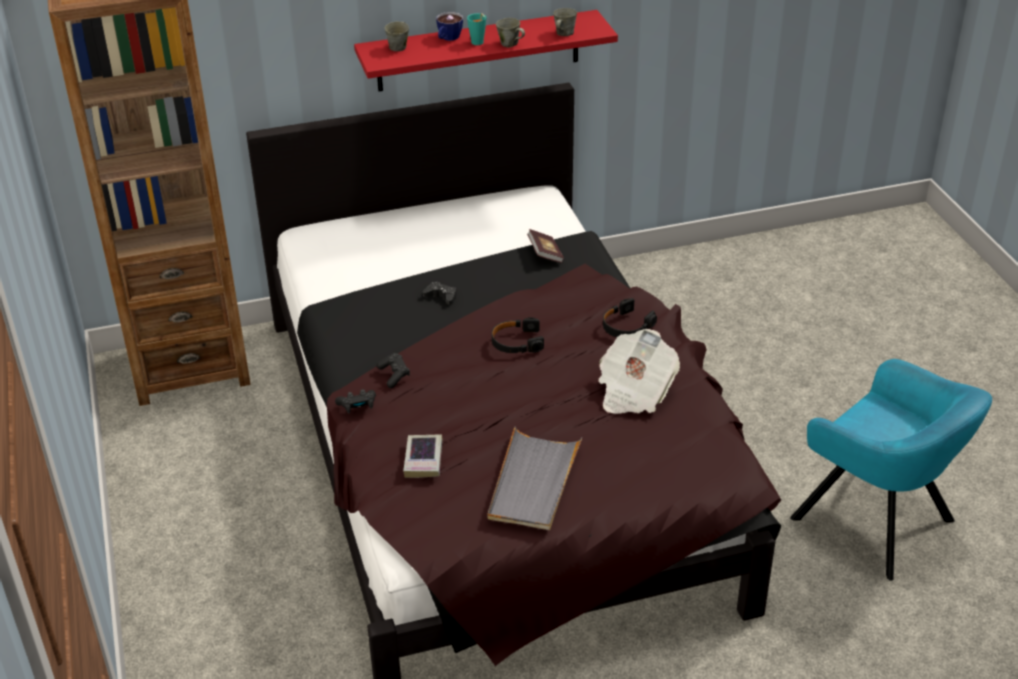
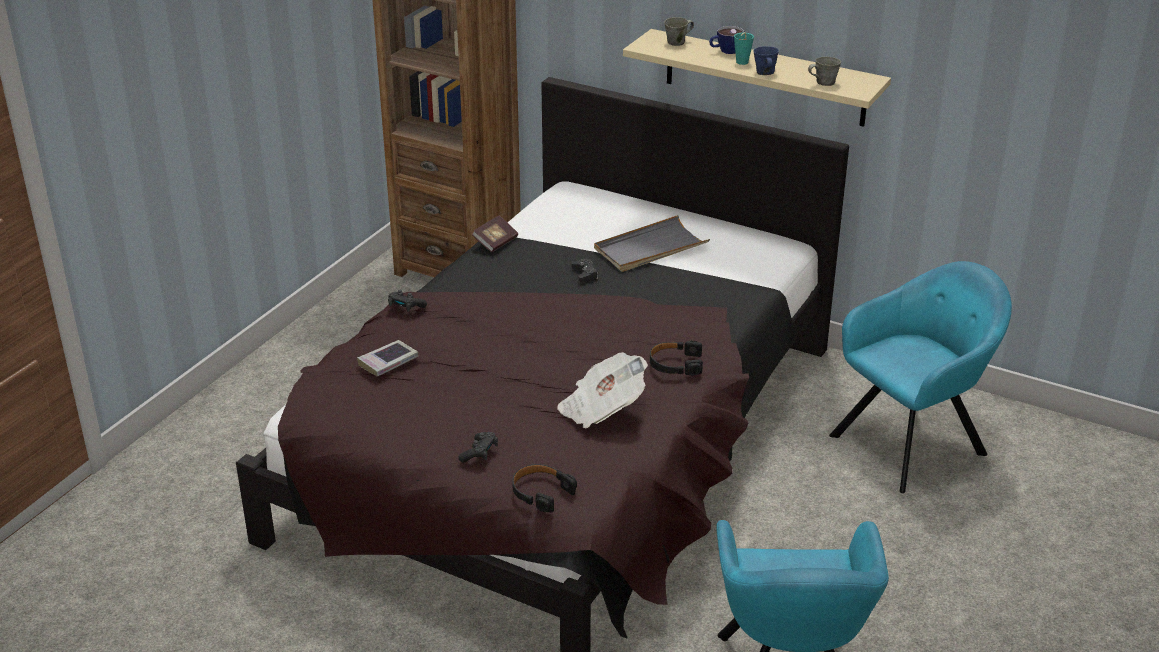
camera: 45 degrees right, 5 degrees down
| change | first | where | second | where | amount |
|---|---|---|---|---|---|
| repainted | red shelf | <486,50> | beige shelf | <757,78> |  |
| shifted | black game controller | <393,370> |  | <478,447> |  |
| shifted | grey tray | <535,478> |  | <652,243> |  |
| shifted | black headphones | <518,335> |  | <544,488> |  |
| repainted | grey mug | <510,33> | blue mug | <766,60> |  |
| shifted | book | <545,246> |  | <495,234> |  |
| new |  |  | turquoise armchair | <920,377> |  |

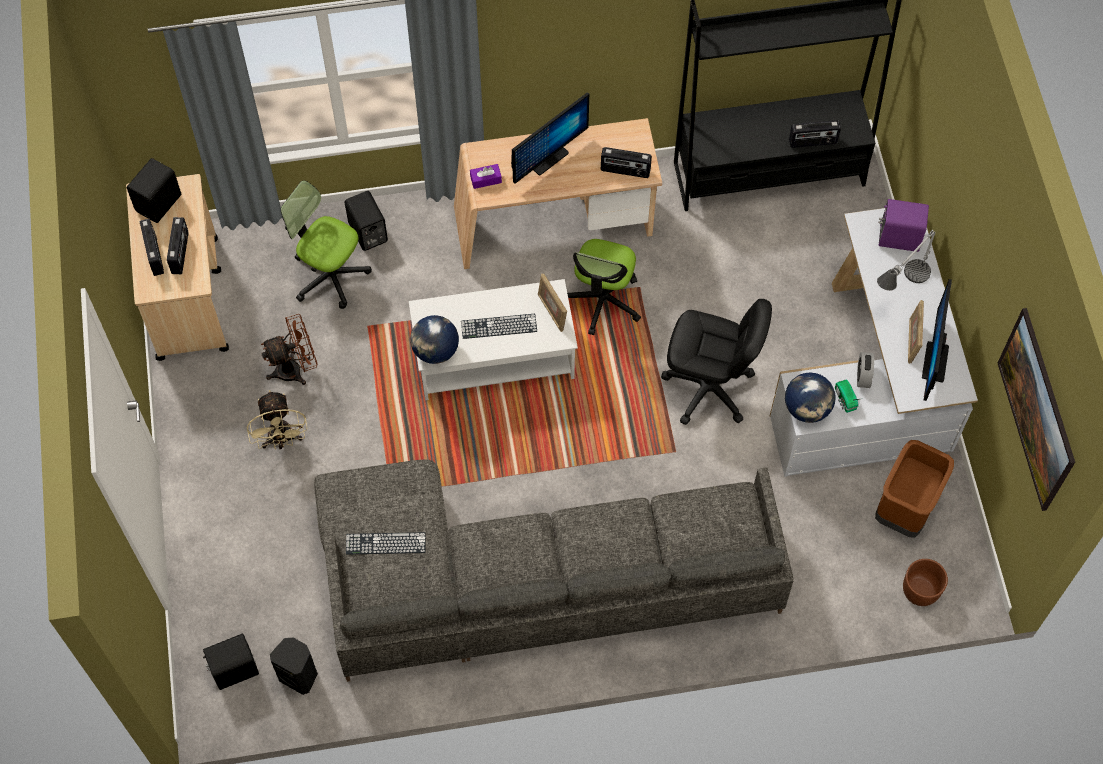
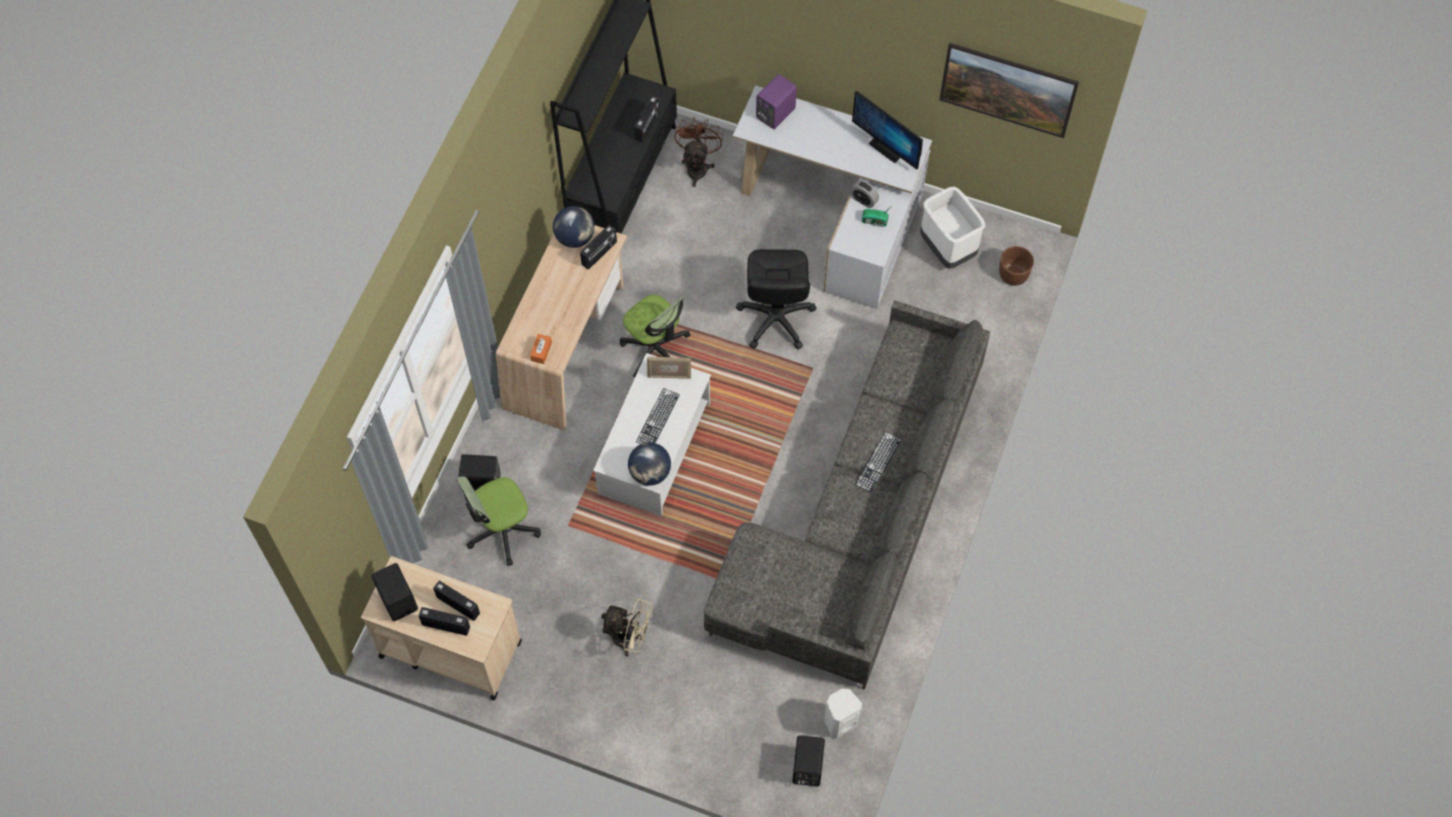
camera: 60 degrees left, 0 degrees up
| change | first | where | second | where | amount |
|---|---|---|---|---|---|
| shifted | brown fan | <289,349> |  | <698,152> |  |
| repainted | black speaker | <294,666> | white speaker | <843,714> |  |
| shifted | keyboard | <386,543> |  | <878,462> |  |
| repainted | purple tissue box | <486,176> | orange tissue box | <541,349> |  |
| gone | monitor | <550,138> |  |  |  |
| rotated | black office chair | <716,362> |  | <776,299> | 135 degrees clockwise |
| shifted | globe | <810,398> |  | <574,227> |  |
| repainted | brown trash can | <914,489> | white trash can | <952,228> |  |
| gone | table lamp | <906,260> |  |  |  |
| gone | picture frame | <916,332> |  |  |  |

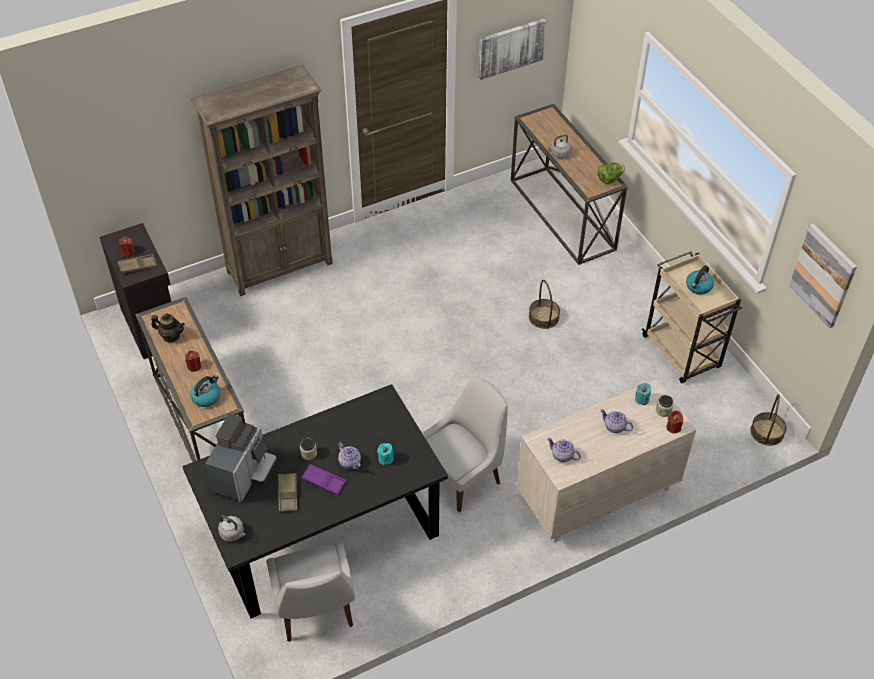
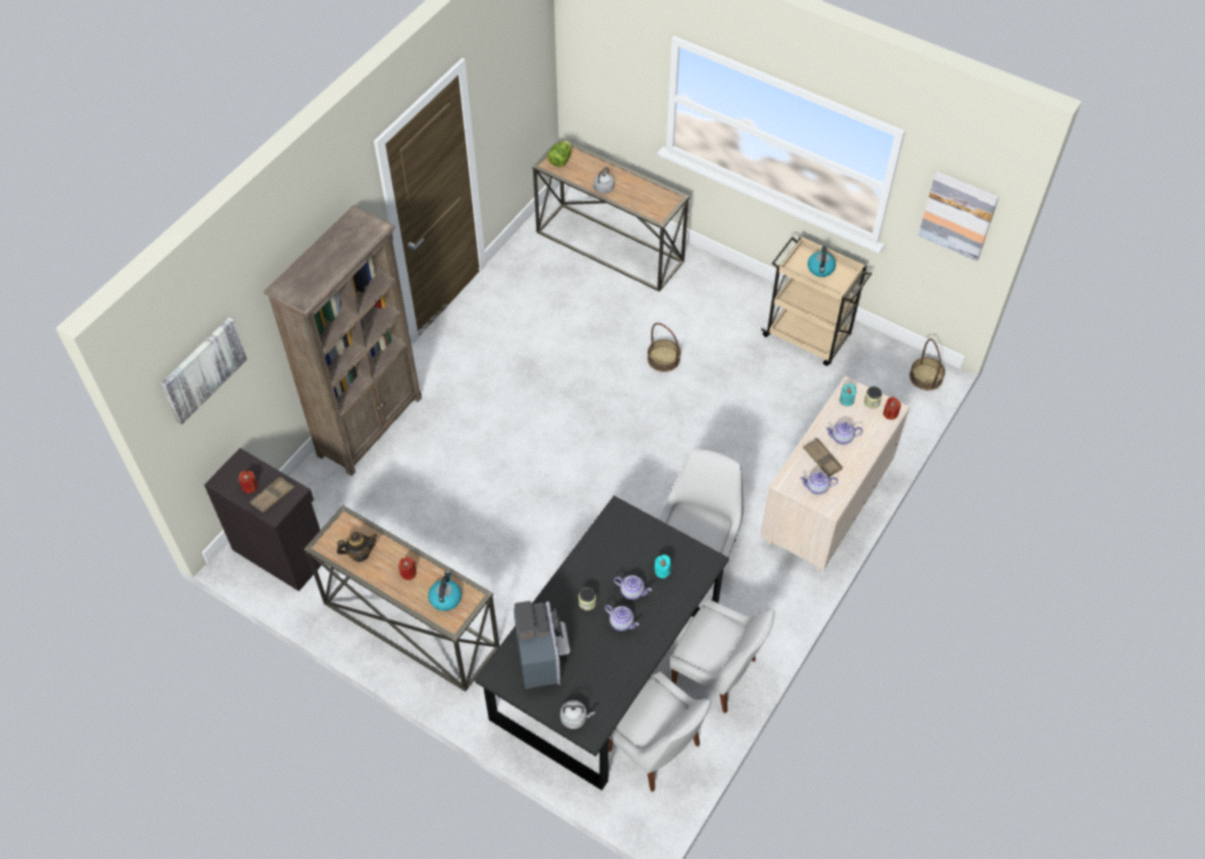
camera: 30 degrees left, 5 degrees up
| change | first | where | second | where | amount |
|---|---|---|---|---|---|
| shifted | brown tray | <287,492> |  | <823,457> |  |
| swapped | purple tray | <324,479> | teapot | <622,618> |  |
| shifted | picture | <512,49> |  | <204,371> |  |
| shifted | lettuce | <611,173> |  | <559,154> |  |
| new |  |  | white chair | <722,655> |  |

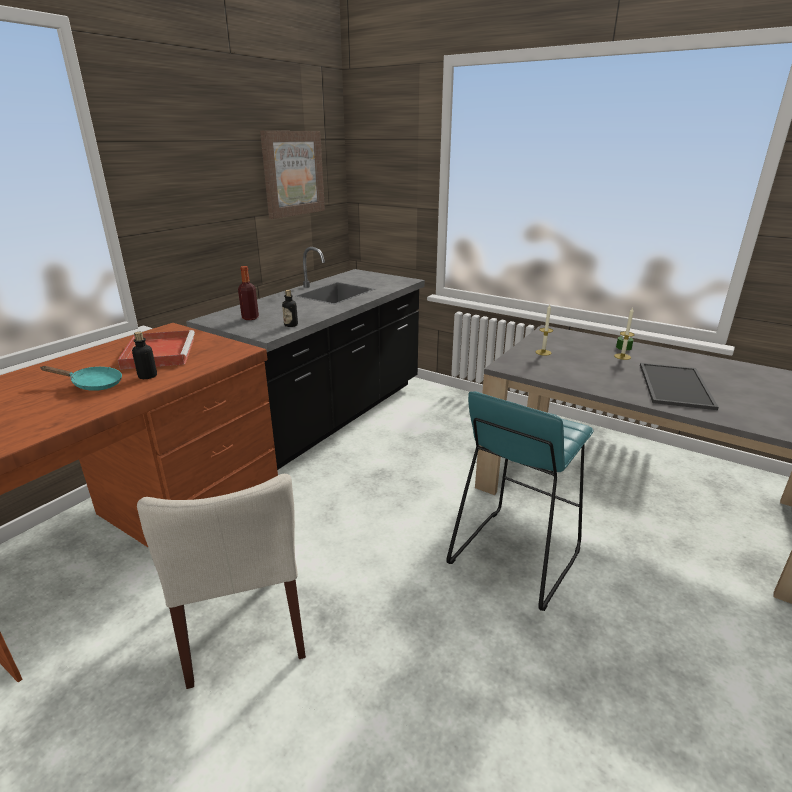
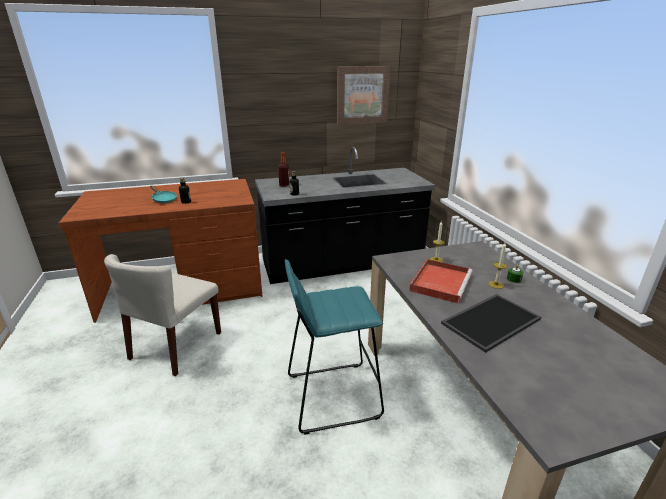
camera: 40 degrees right, 0 degrees up
| change | first | where | second | where | amount |
|---|---|---|---|---|---|
| shifted | red tray | <156,350> |  | <441,281> |  |

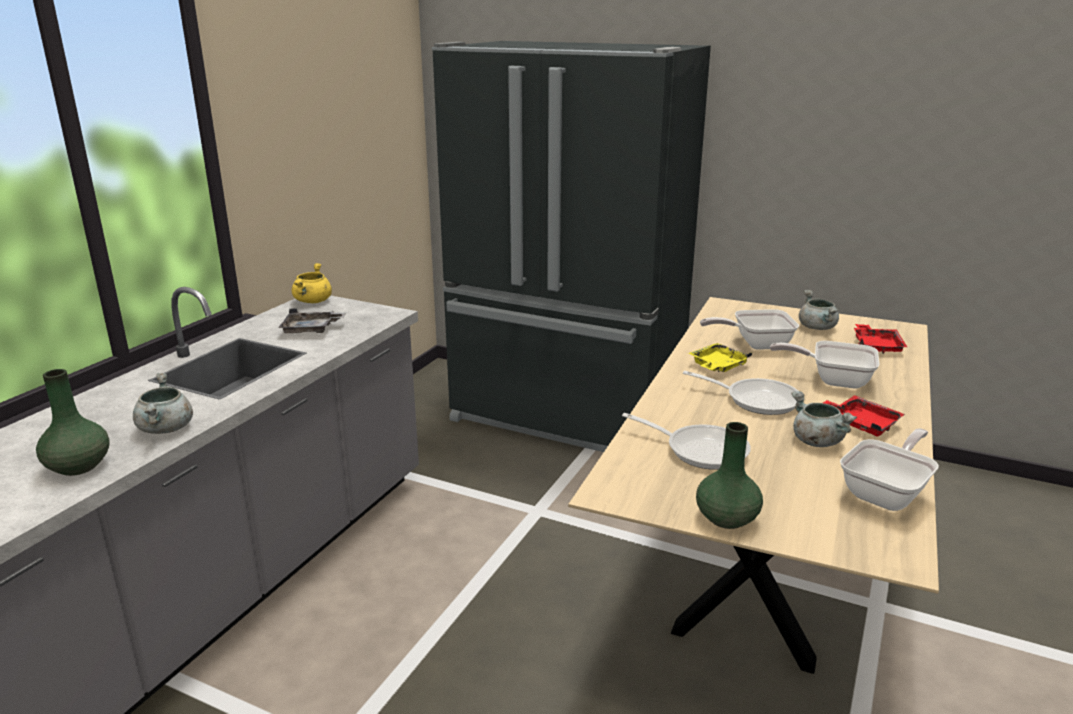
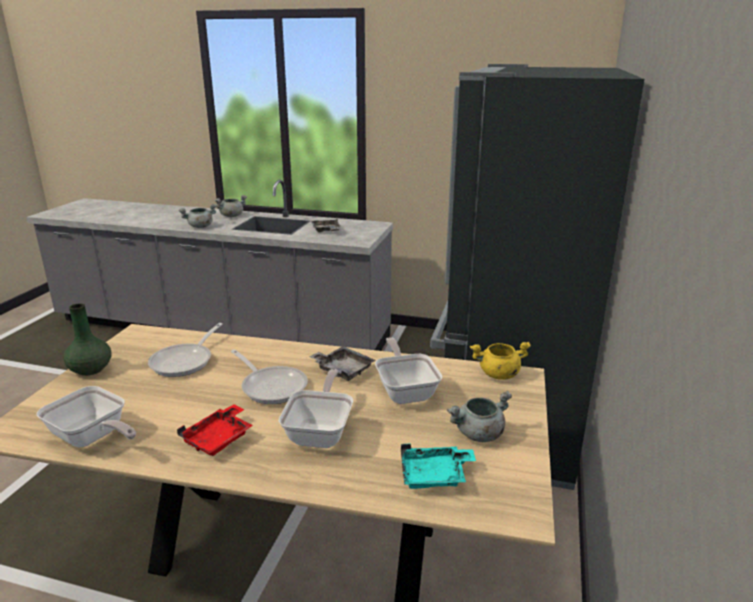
camera: 80 degrees right, 0 degrees up
| change | first | where | second | where | amount |
|---|---|---|---|---|---|
| gone | green vase | <72,422> |  |  |  |
| shifted | yellow cooking pot | <312,283> |  | <500,361> |  |
| rotated | frying pan | <740,393> |  | <269,376> | 60 degrees counterclockwise |
| repainted | yellow tray | <720,357> | grey tray | <342,363> |  |
| shifted | grey cooking pot | <824,419> |  | <231,206> |  |
| repainted | red tray | <880,339> | turquoise tray | <438,466> |  |

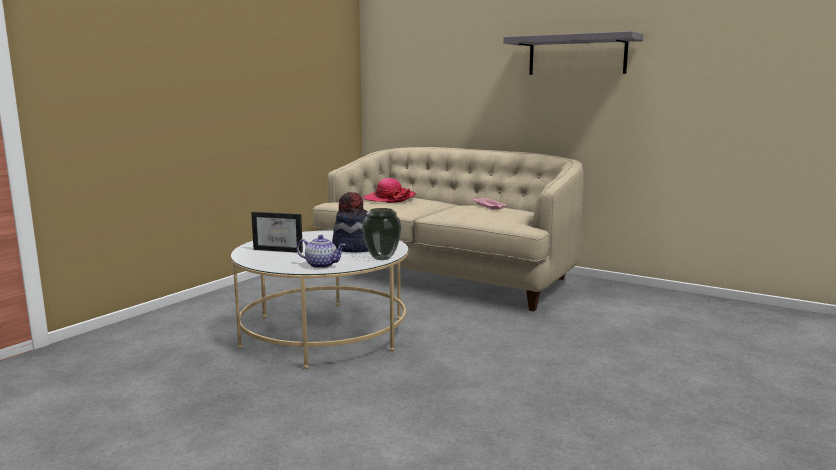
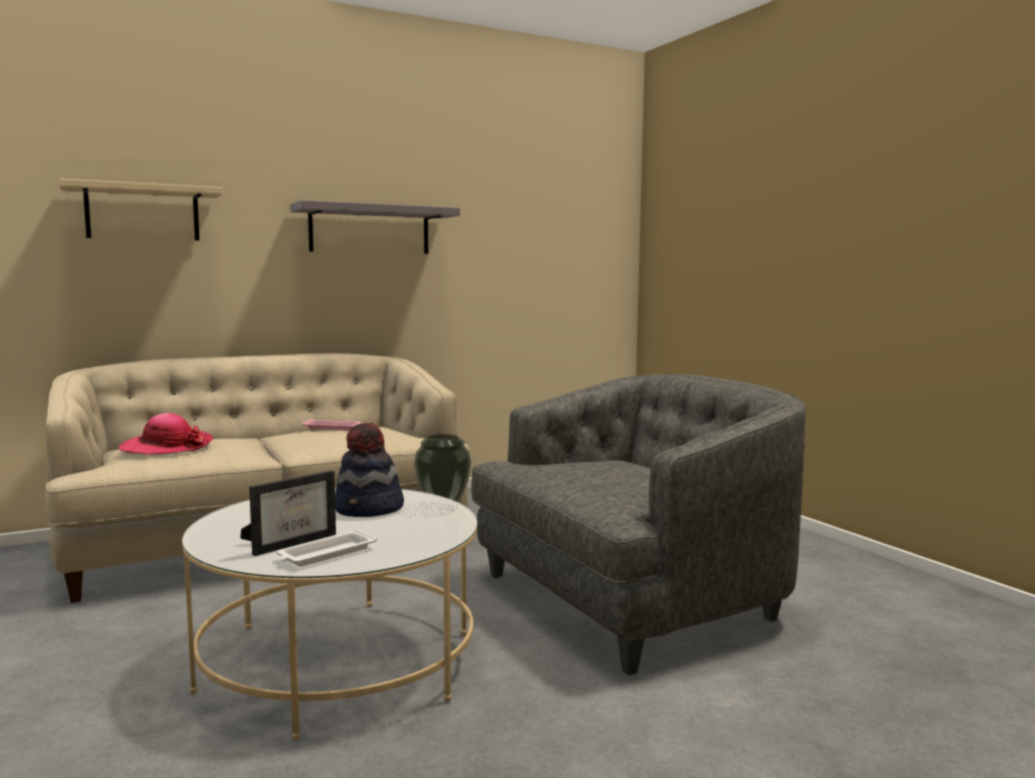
camera: 60 degrees left, 5 degrees down
| change | first | where | second | where | amount |
|---|---|---|---|---|---|
| gone | teapot | <321,251> |  |  |  |
| new |  |  | beige shelf | <141,210> |  |
| new |  |  | white tray | <326,548> |  |
| new |  |  | grey armchair | <638,524> |  |

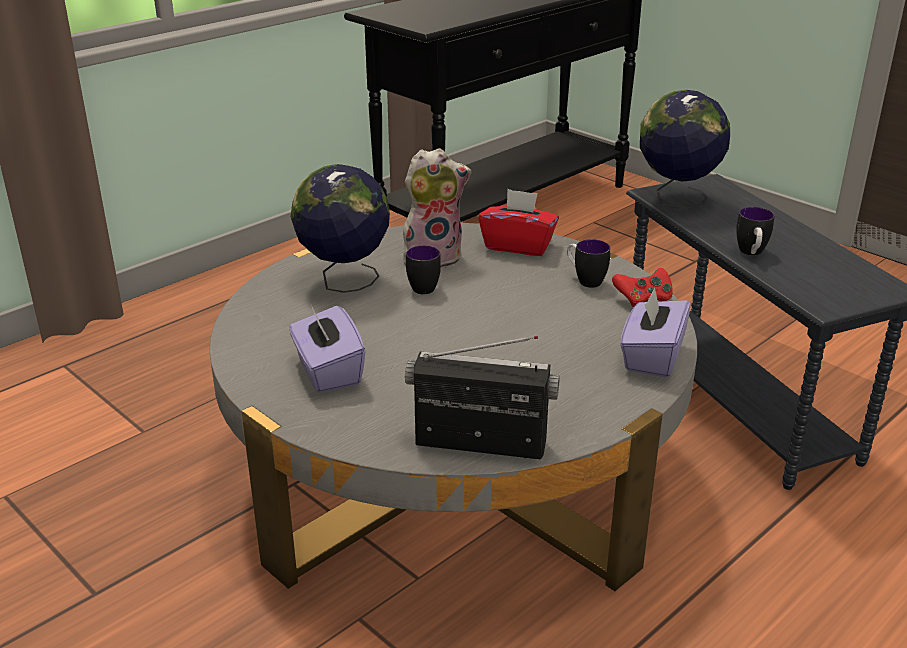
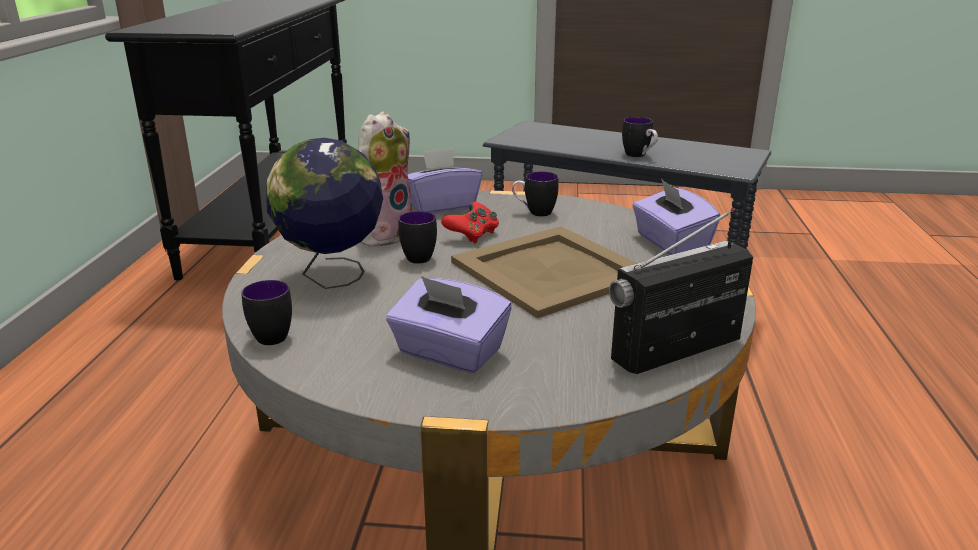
camera: 40 degrees left, 5 degrees down
| change | first | where | second | where | amount |
|---|---|---|---|---|---|
| repainted | red tissue box | <518,222> | purple tissue box | <445,181> |  |
| shifted | red game controller | <642,287> |  | <470,222> |  |
| gone | globe | <685,149> |  |  |  |
| new |  |  | mug | <266,312> |  |
| new |  |  | beige tray | <544,272> |  |

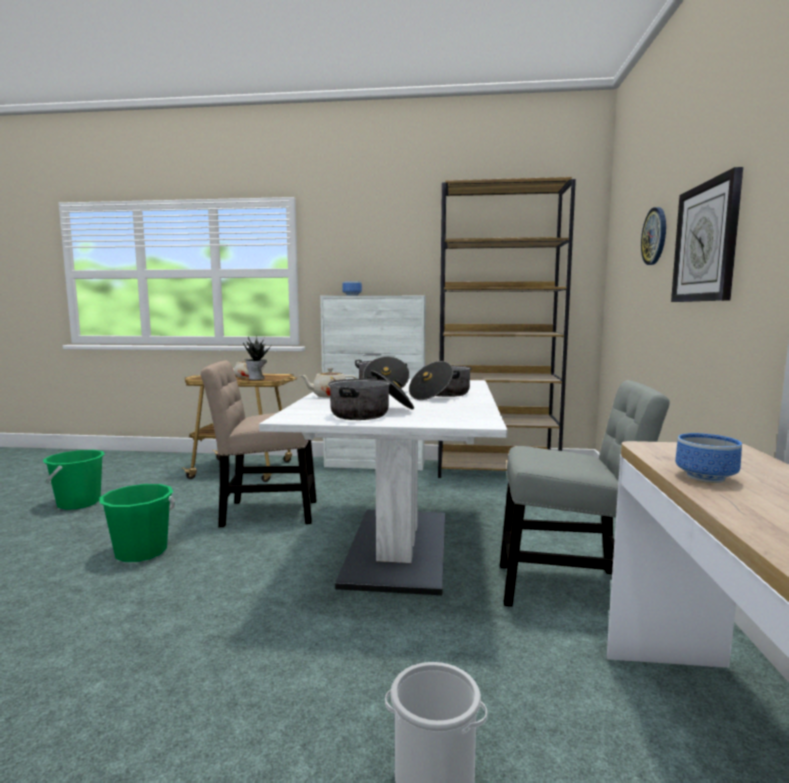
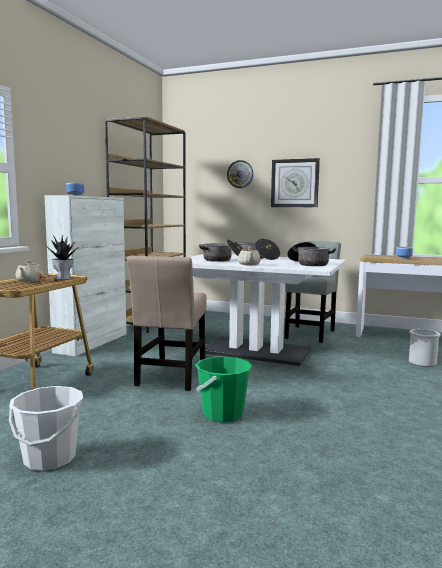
camera: 75 degrees left, 0 degrees up
| change | first | where | second | where | amount |
|---|---|---|---|---|---|
| repainted | green bucket | <74,480> | white bucket | <46,428> |  |

